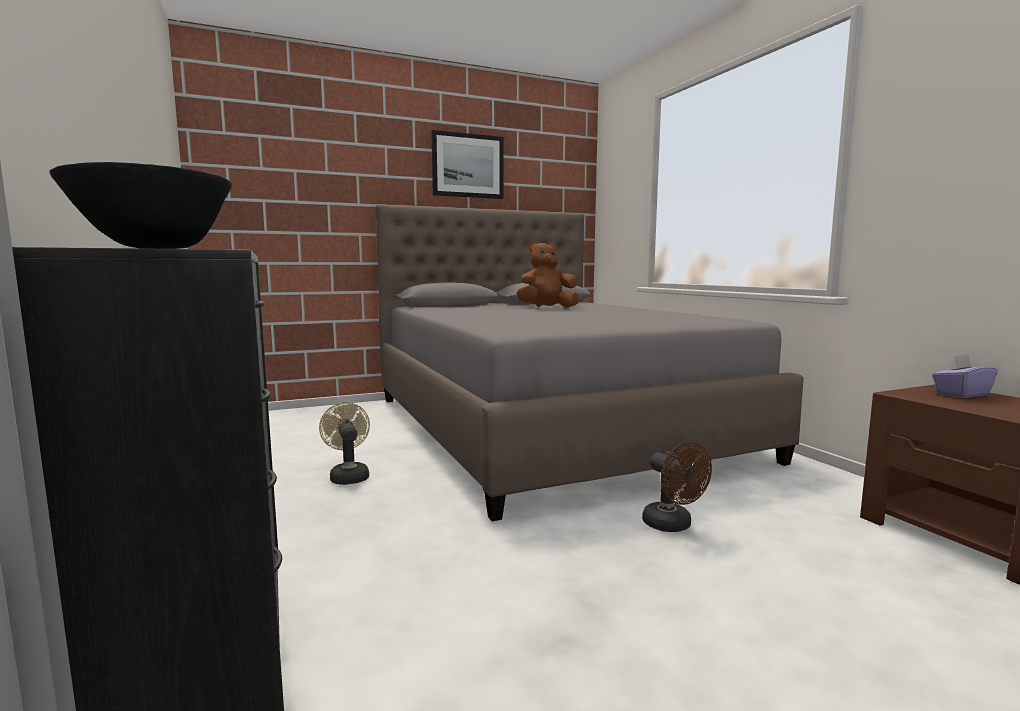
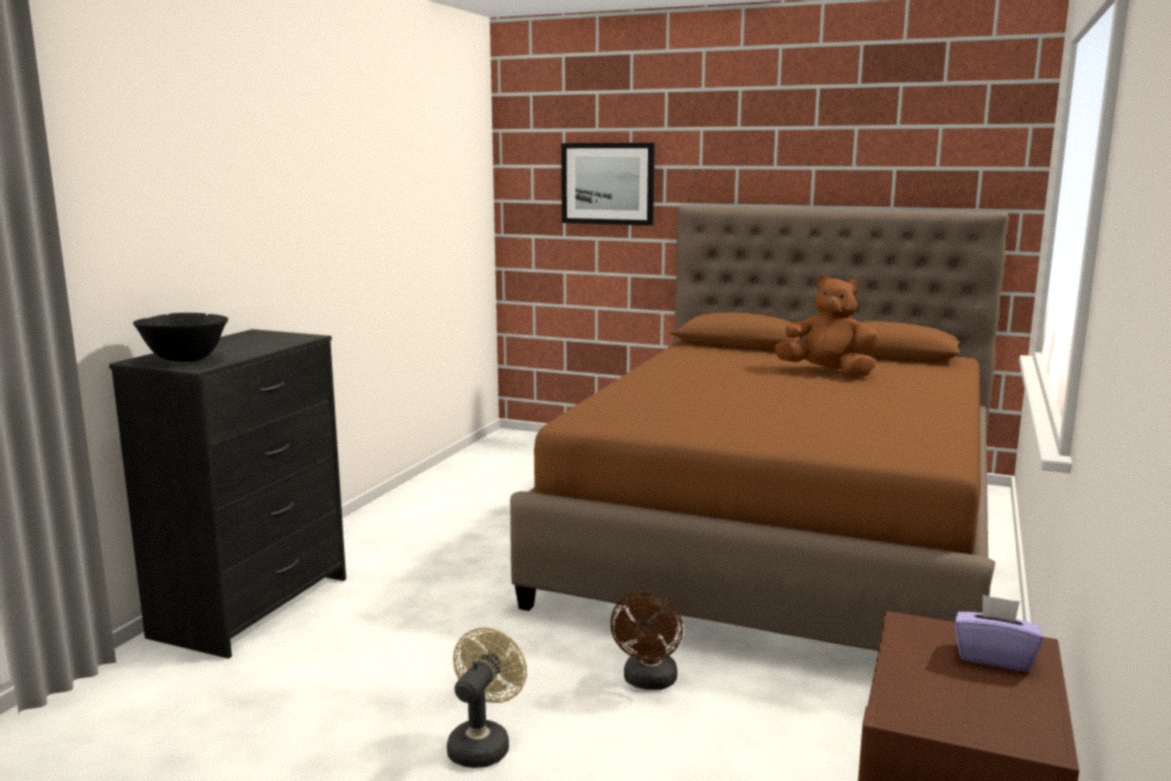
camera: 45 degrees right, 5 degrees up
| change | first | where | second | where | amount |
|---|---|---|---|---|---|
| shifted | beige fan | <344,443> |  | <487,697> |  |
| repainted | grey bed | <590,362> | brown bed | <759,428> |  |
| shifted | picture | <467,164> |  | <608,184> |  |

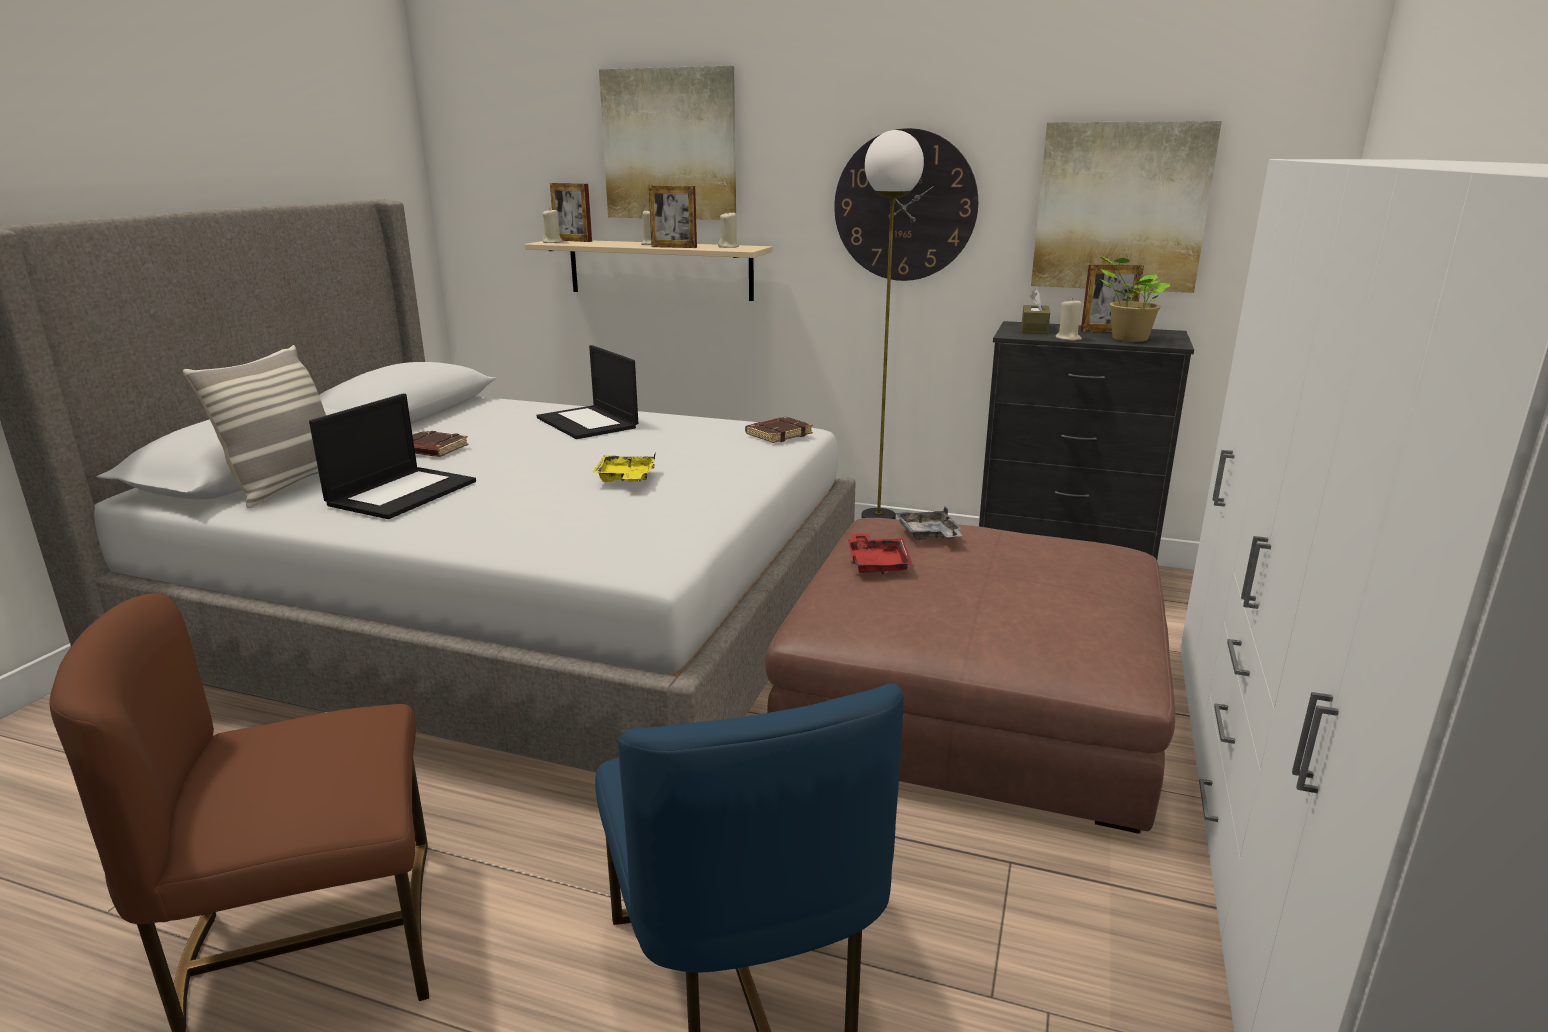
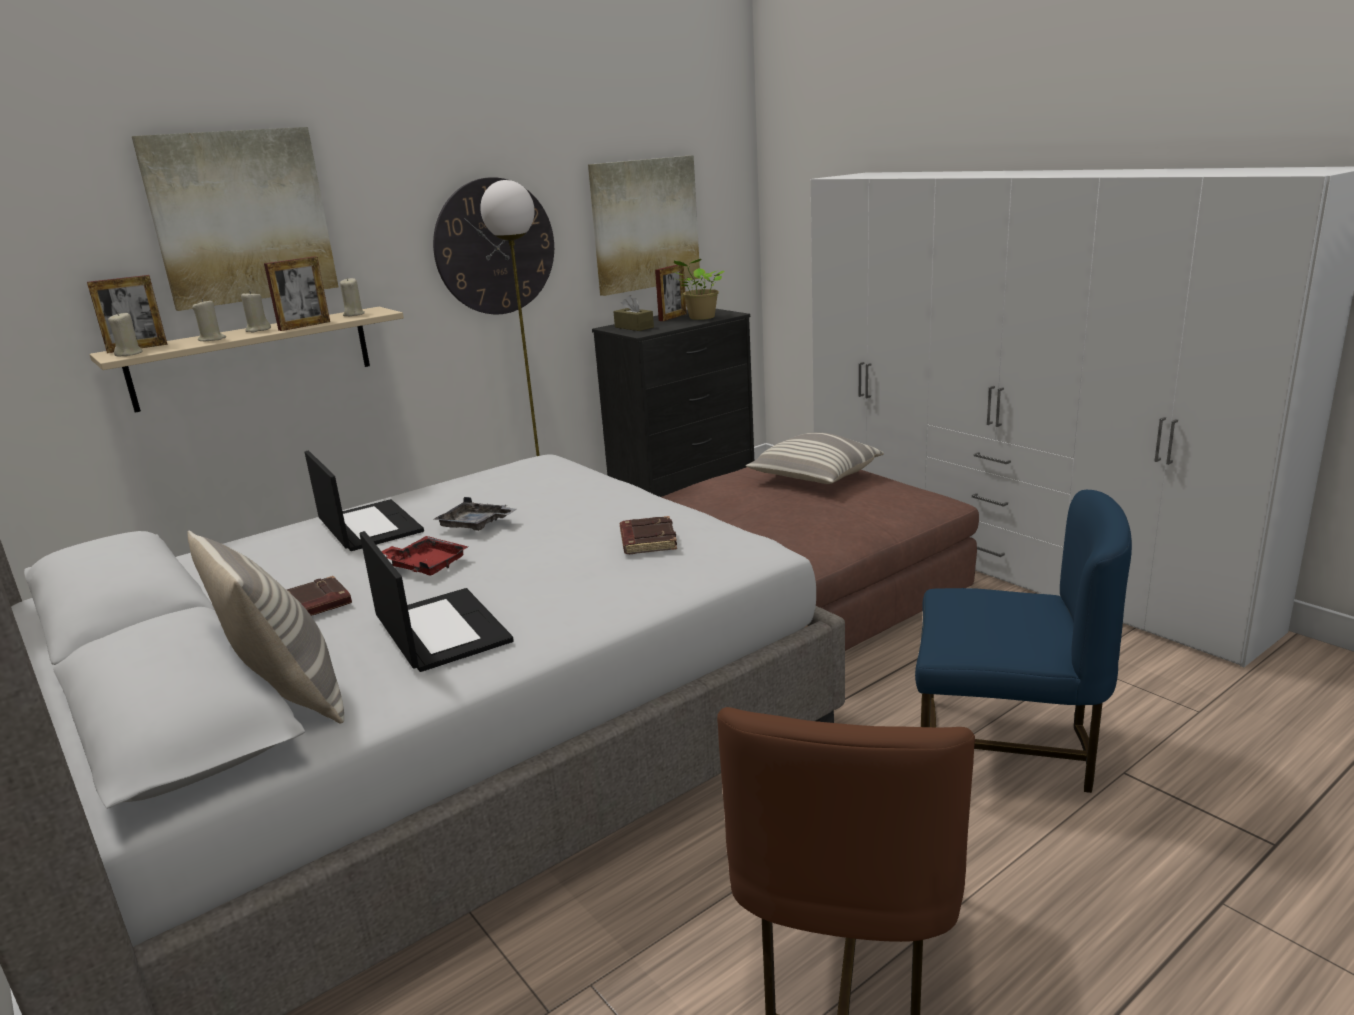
camera: 55 degrees left, 0 degrees up
| change | first | where | second | where | amount |
|---|---|---|---|---|---|
| rotated | laptop | <587,392> |  | <364,500> | 120 degrees counterclockwise |
| gone | yellow tray | <624,467> |  |  |  |
| shifted | brown book | <779,430> |  | <648,535> |  |
| shifted | red tray | <880,554> |  | <424,556> |  |
| shifted | grey tray | <929,523> |  | <475,514> |  |
| shifted | beige candle | <1069,319> |  | <209,320> |  |
| new |  |  | pillow | <815,458> |  |

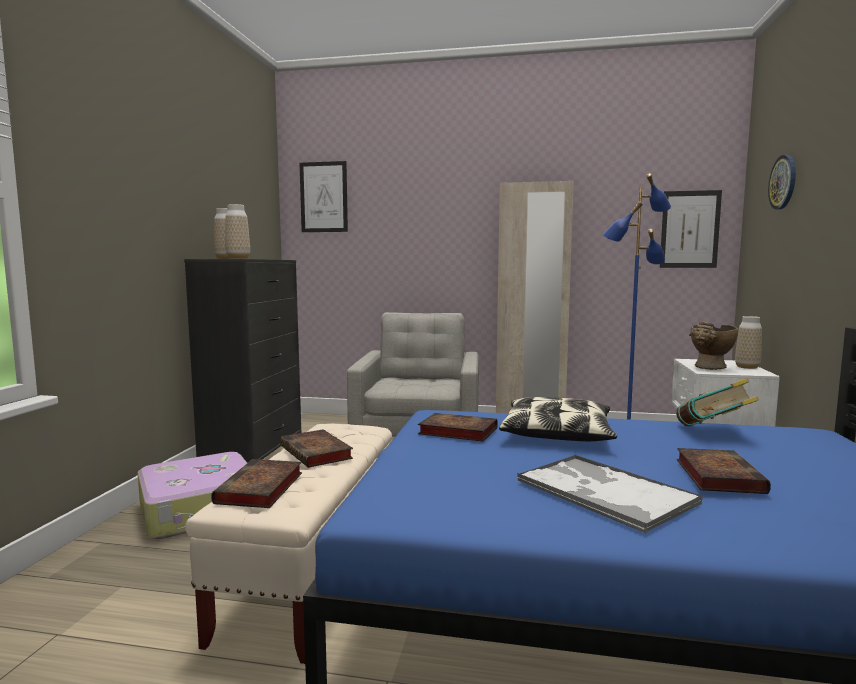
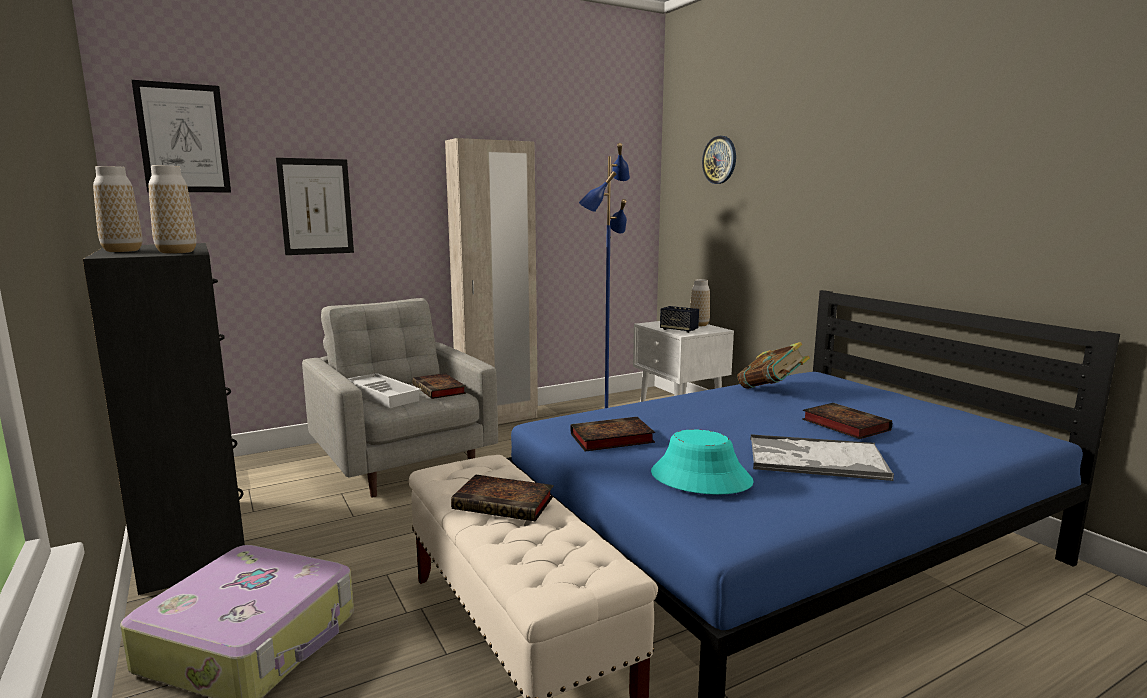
camera: 40 degrees left, 5 degrees up
| change | first | where | second | where | amount |
|---|---|---|---|---|---|
| shifted | book | <256,483> |  | <439,386> |  |
| gone | pillow | <558,419> |  |  |  |
| shifted | picture | <691,229> |  | <315,206> |  |
| swapped | beige vase | <713,345> | speaker | <679,319> |  |
| new |  |  | white tray | <384,390> |  |
| new |  |  | turquoise hat | <702,462> |  |

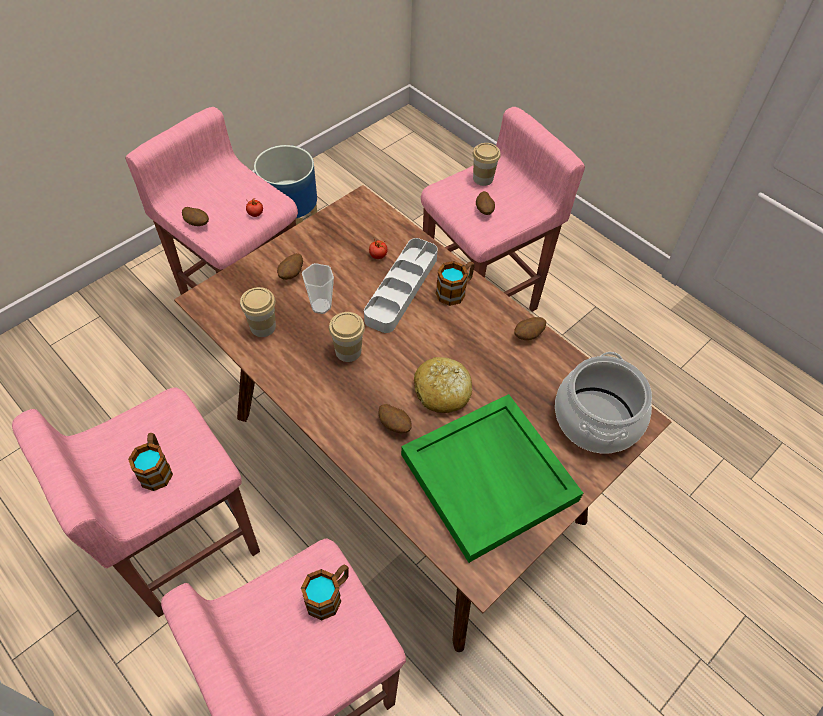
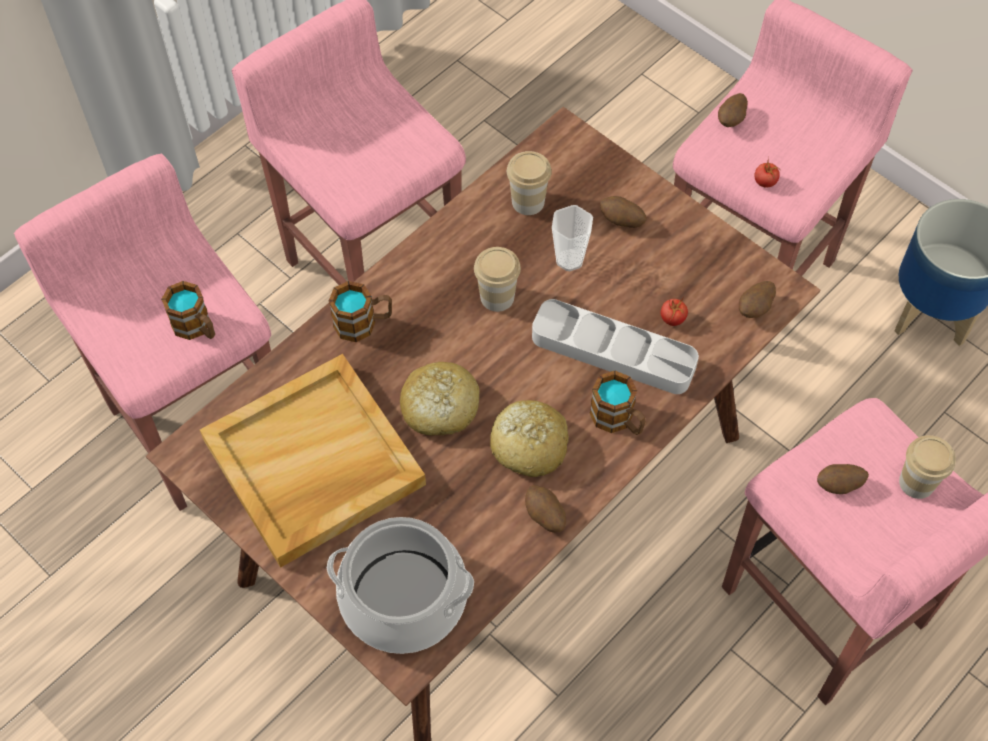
camera: 90 degrees right, 5 degrees up
| change | first | where | second | where | amount |
|---|---|---|---|---|---|
| shifted | mug | <150,462> |  | <360,311> |  |
| shifted | potato | <395,418> |  | <757,299> |  |
| repainted | green tray | <492,478> | beige tray | <313,461> |  |
| new |  |  | bread | <529,438> |  |

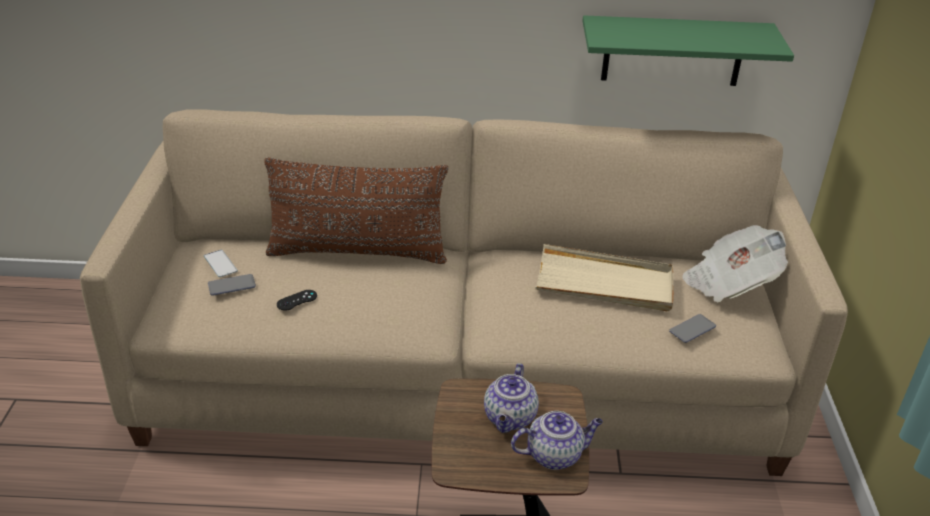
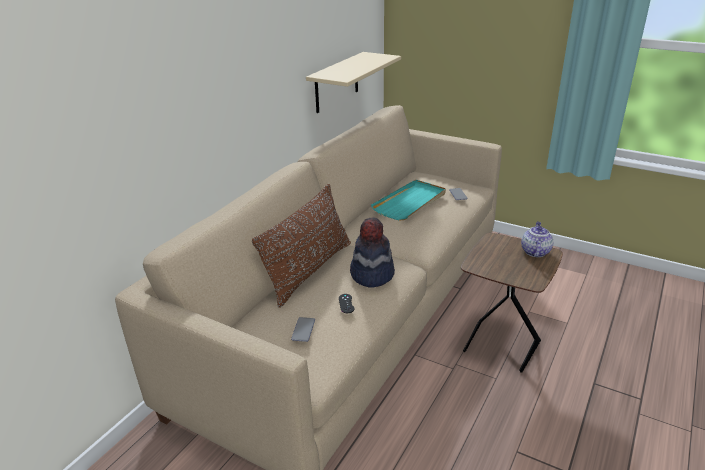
camera: 60 degrees left, 5 degrees down
| change | first | where | second | where | amount |
|---|---|---|---|---|---|
| gone | phone | <221,263> |  |  |  |
| gone | teapot | <511,398> |  |  |  |
| repainted | beige tray | <604,277> | turquoise tray | <408,200> |  |
| repainted | green shelf | <688,50> | beige shelf | <353,82> |  |
| gone | newspaper | <735,263> |  |  |  |
| new |  |  | hat | <372,253> |  |

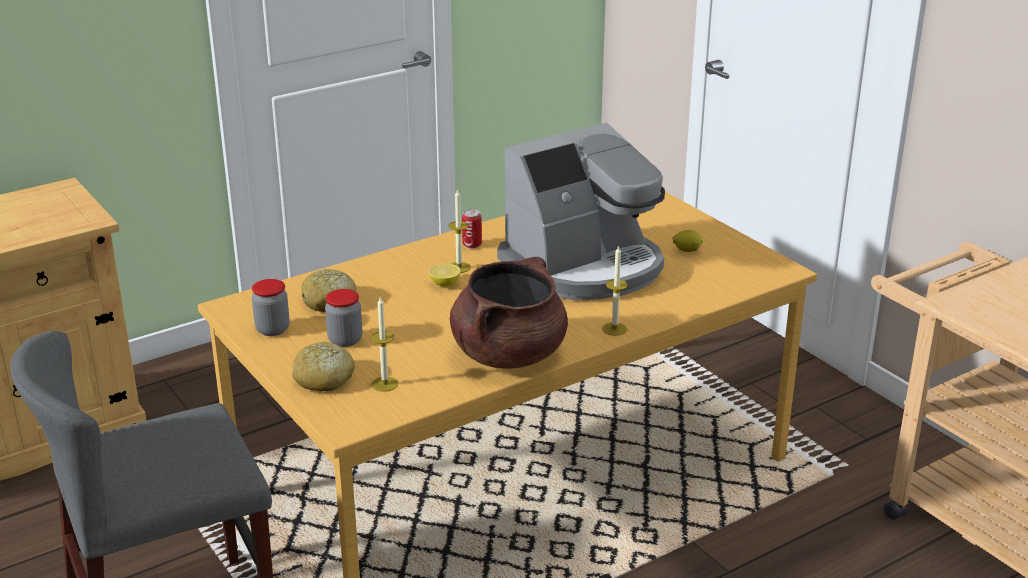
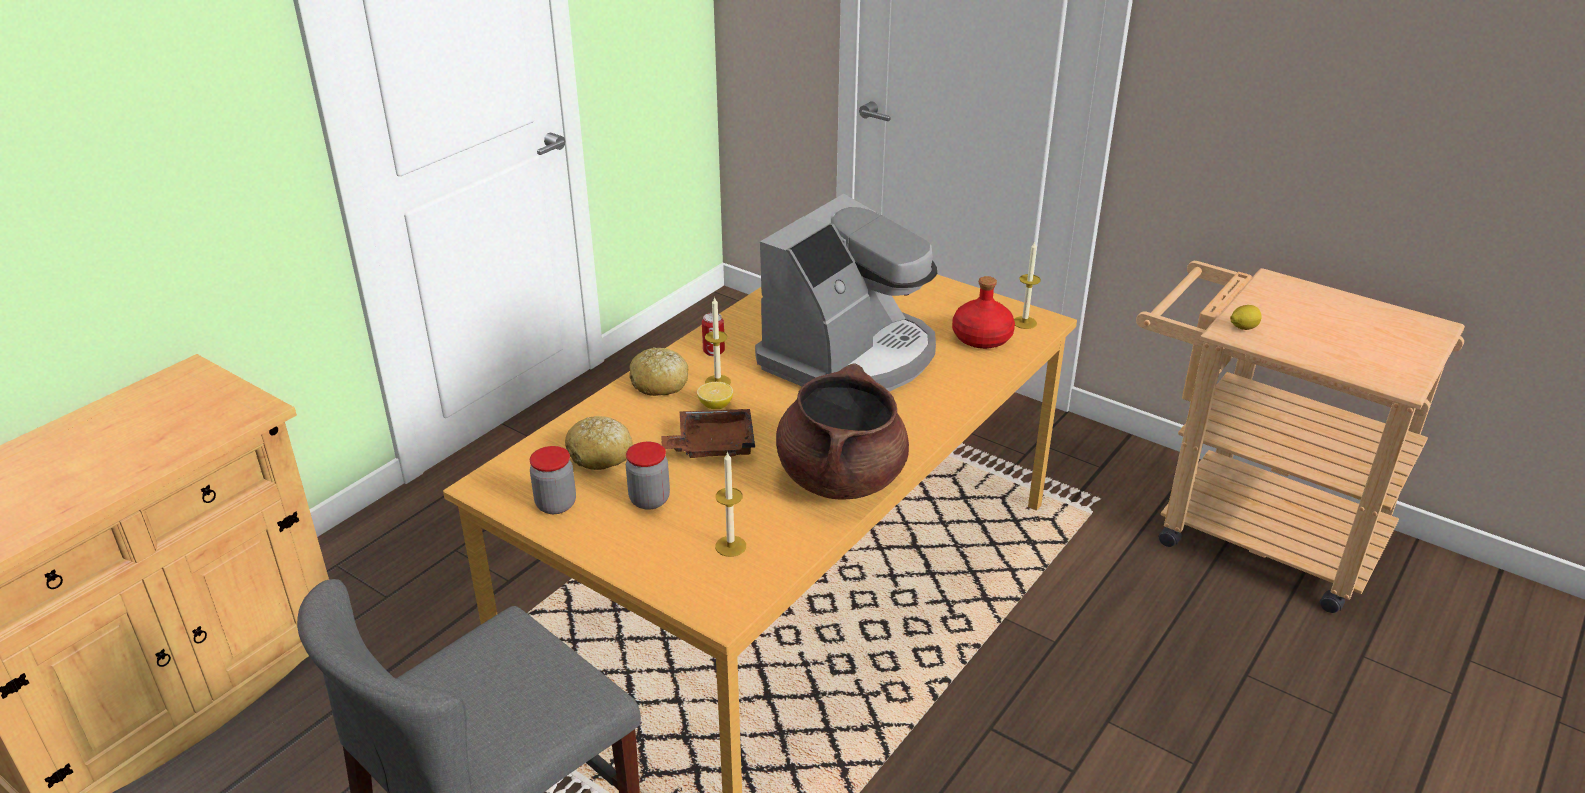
camera: 20 degrees left, 5 degrees up
| change | first | where | second | where | amount |
|---|---|---|---|---|---|
| shifted | bread | <323,366> |  | <658,371> |  |
| shifted | candle | <615,290> |  | <1027,285> |  |
| shifted | lemon | <688,241> |  | <1246,317> |  |
| new |  |  | brown tray | <708,433> |  |
| new |  |  | red bottle | <983,312> |  |

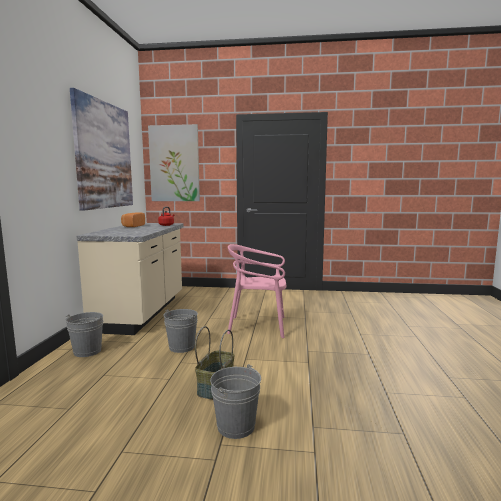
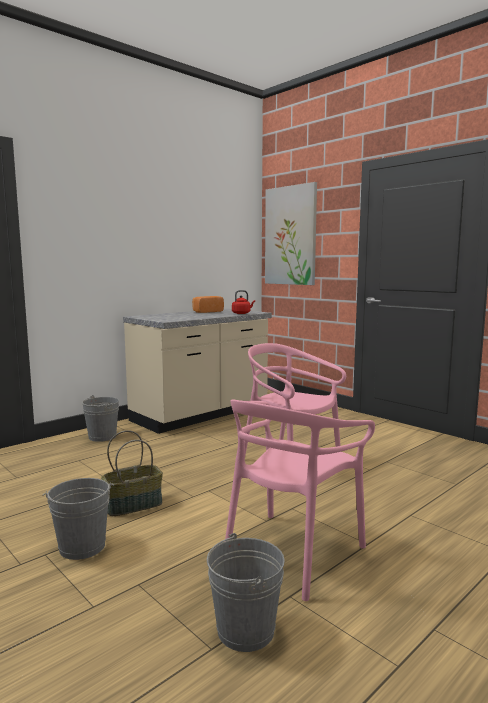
camera: 40 degrees right, 0 degrees up
| change | first | where | second | where | amount |
|---|---|---|---|---|---|
| gone | picture | <101,149> |  |  |  |
| shifted | grey bucket | <180,331> |  | <246,592> |  |
| new |  |  | pink chair | <300,500> |  |

